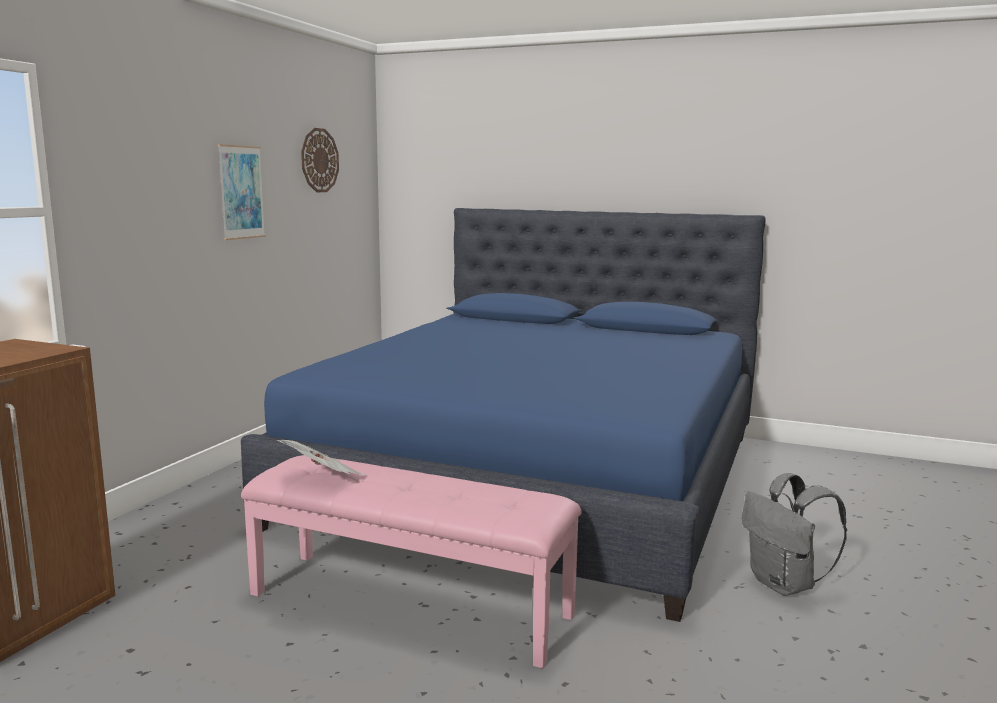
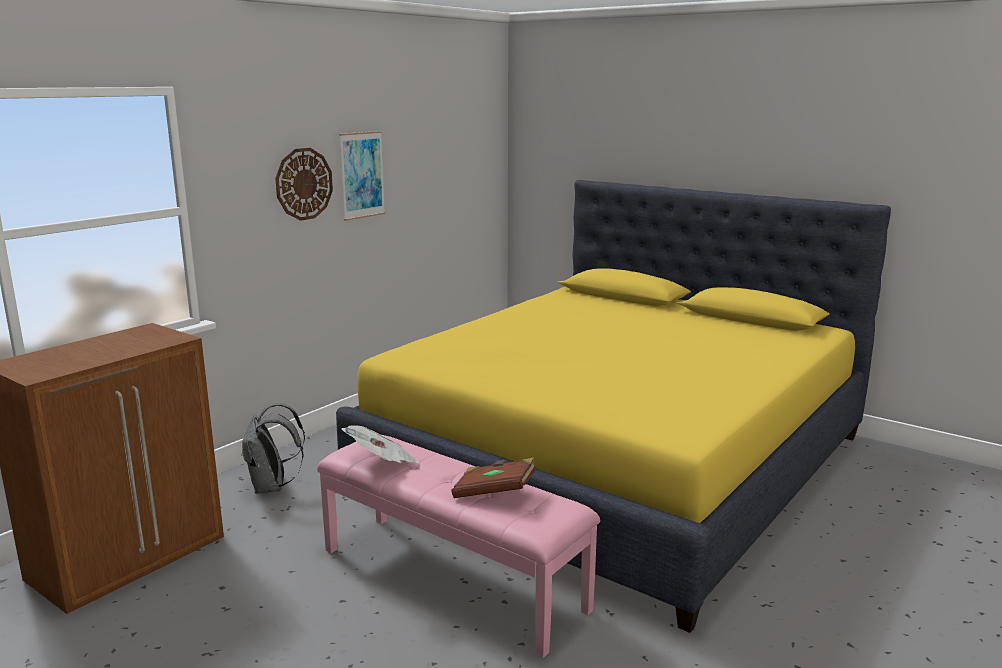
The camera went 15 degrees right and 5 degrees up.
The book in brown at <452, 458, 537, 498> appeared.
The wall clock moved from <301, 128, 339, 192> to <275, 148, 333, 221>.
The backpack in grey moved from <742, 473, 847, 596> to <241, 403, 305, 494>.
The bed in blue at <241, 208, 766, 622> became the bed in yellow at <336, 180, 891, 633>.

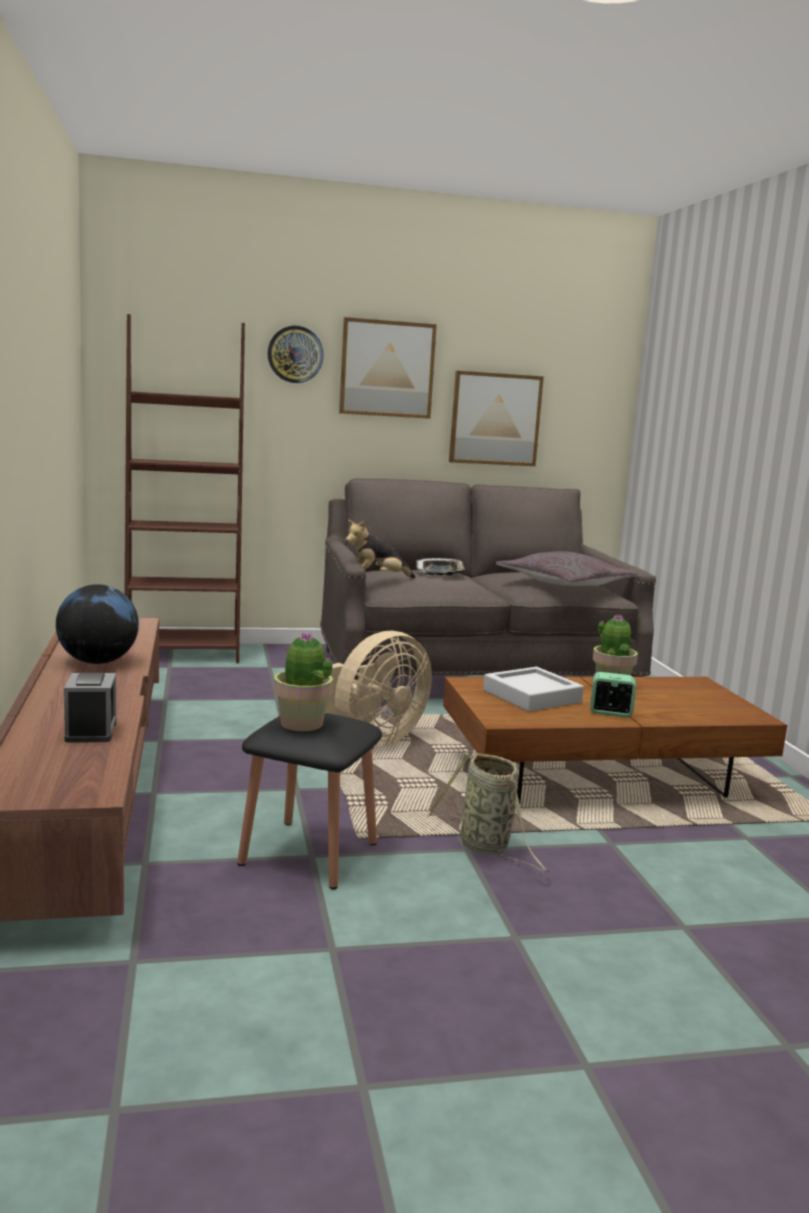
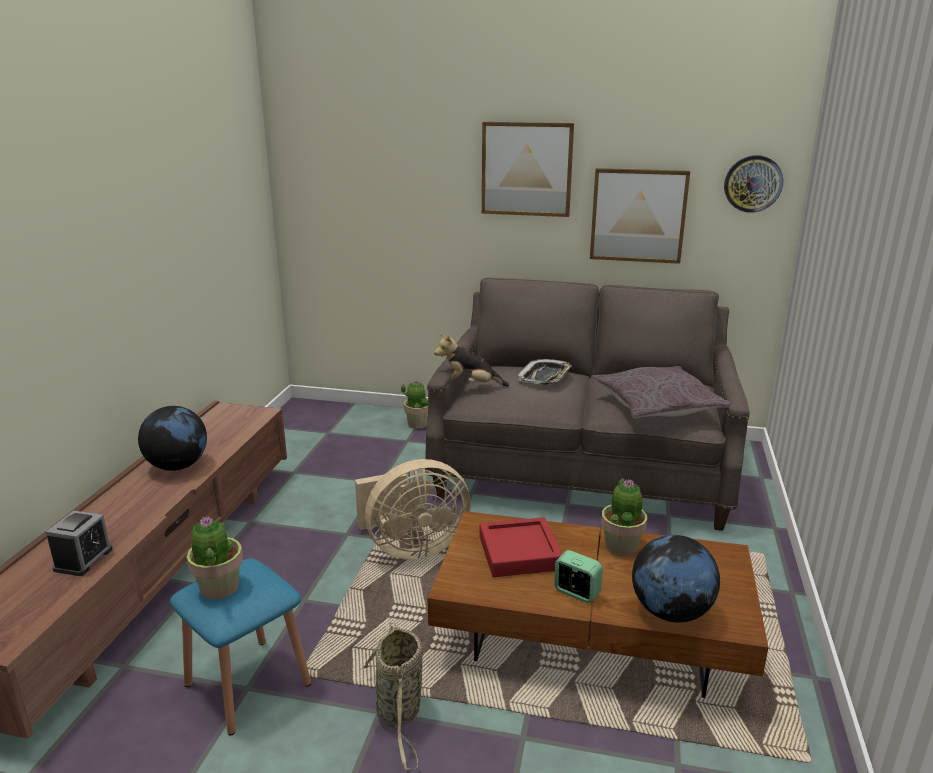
The camera went 25 degrees right and 10 degrees up.
The bookcase in brown at <125, 314, 245, 663> disappeared.
The potted plant at <401, 380, 428, 428> appeared.
The globe at <632, 535, 720, 623> appeared.
The wall clock moved from <267, 326, 324, 383> to <724, 155, 783, 213>.
The stool in black at <237, 713, 382, 889> became the stool in blue at <170, 559, 311, 735>.
The tray in grey at <483, 667, 584, 712> became the tray in red at <480, 517, 562, 577>.

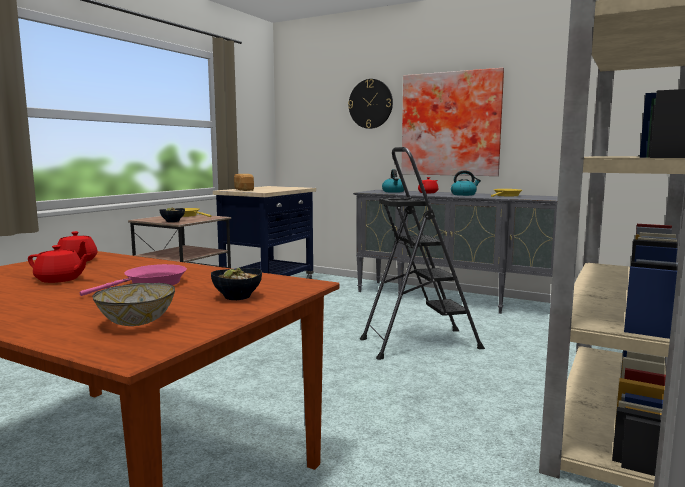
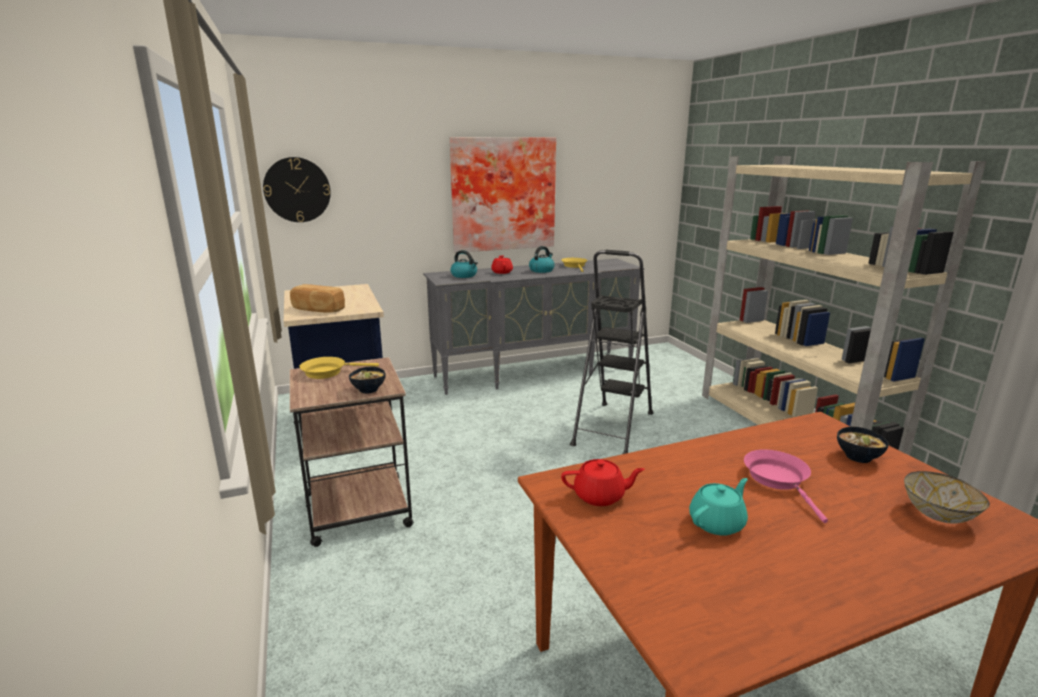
The camera went 50 degrees left and 10 degrees up.
The wall clock moved from <348, 79, 393, 129> to <263, 157, 331, 222>.
The teapot in red at <28, 245, 91, 283> became the teapot in turquoise at <689, 478, 748, 536>.

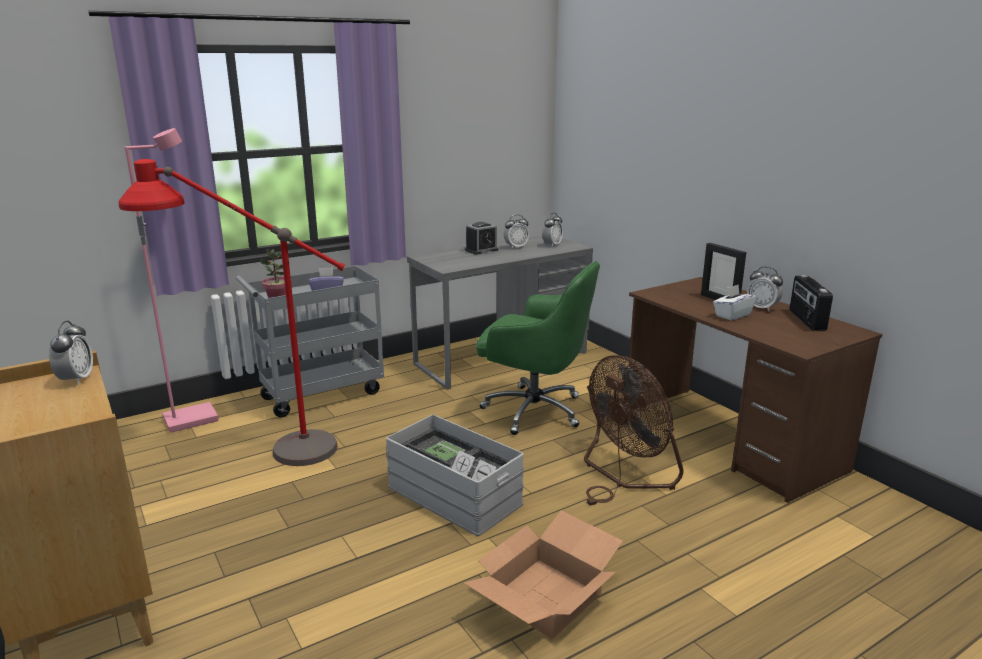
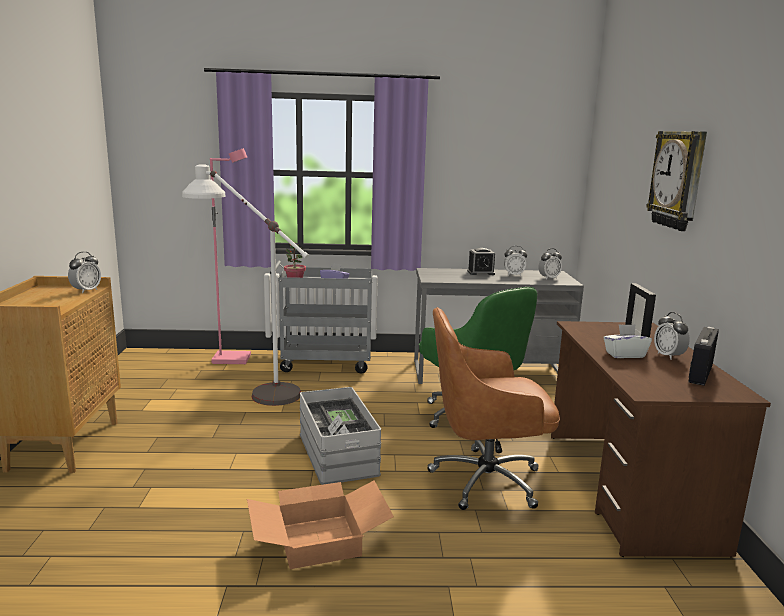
The camera went 30 degrees right and 5 degrees down.
The wall clock at <646, 131, 707, 231> appeared.
The fan in brown at <584, 355, 684, 506> was replaced by the office chair in brown at <428, 307, 560, 510>.
The floor lamp in red at <119, 159, 345, 466> became the floor lamp in white at <182, 165, 309, 406>.

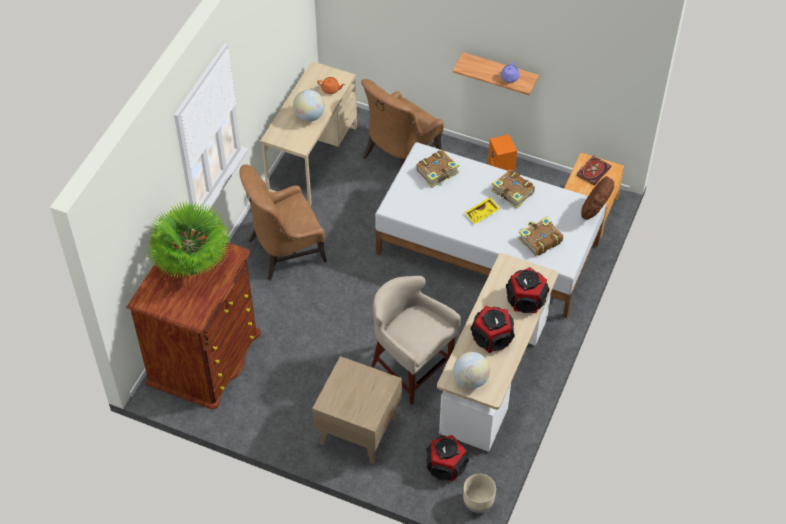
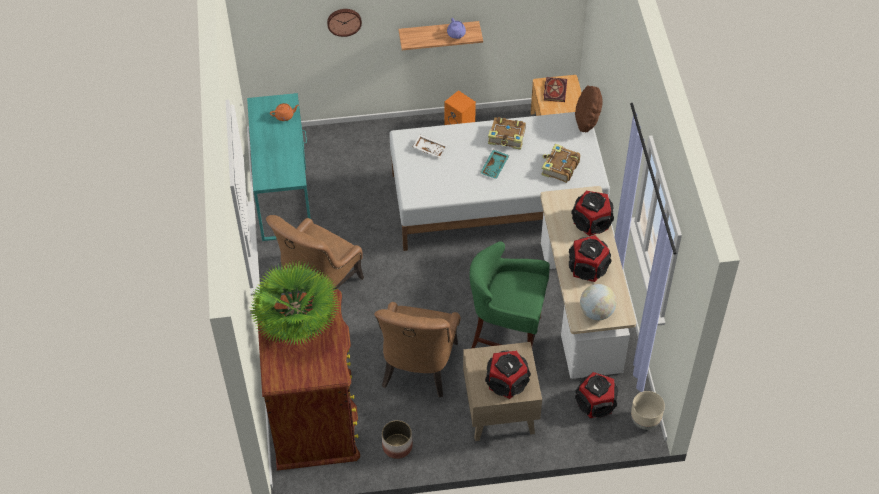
The camera went 30 degrees left and 0 degrees up.
The globe at <293, 90, 325, 122> disappeared.
The wall clock at <327, 9, 362, 37> appeared.
The planter at <382, 420, 413, 459> appeared.
The speaker at <485, 351, 531, 399> appeared.
The chair in brown moved from <361, 79, 444, 169> to <374, 302, 461, 397>.
The book at <416, 150, 459, 188> was replaced by the tray in white at <413, 134, 448, 158>.
The desk in beige at <260, 61, 357, 206> became the desk in turquoise at <247, 93, 311, 241>.
The stool in beige at <371, 276, 461, 405> became the stool in green at <469, 241, 550, 348>.
The tray in yellow at <465, 197, 500, 224> became the tray in turquoise at <480, 150, 509, 179>.

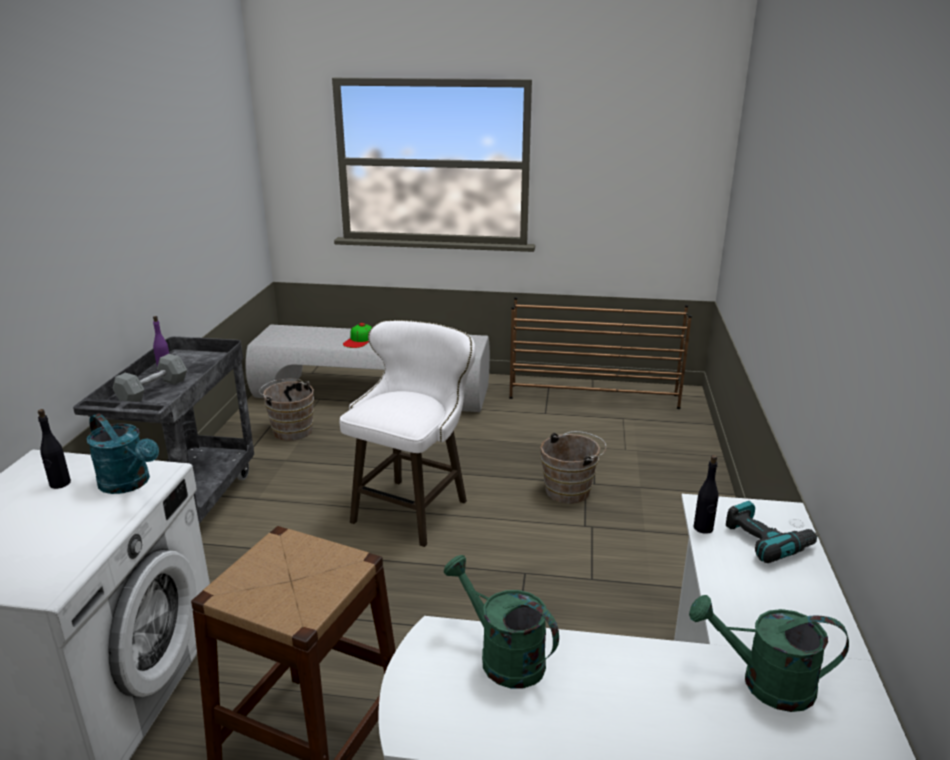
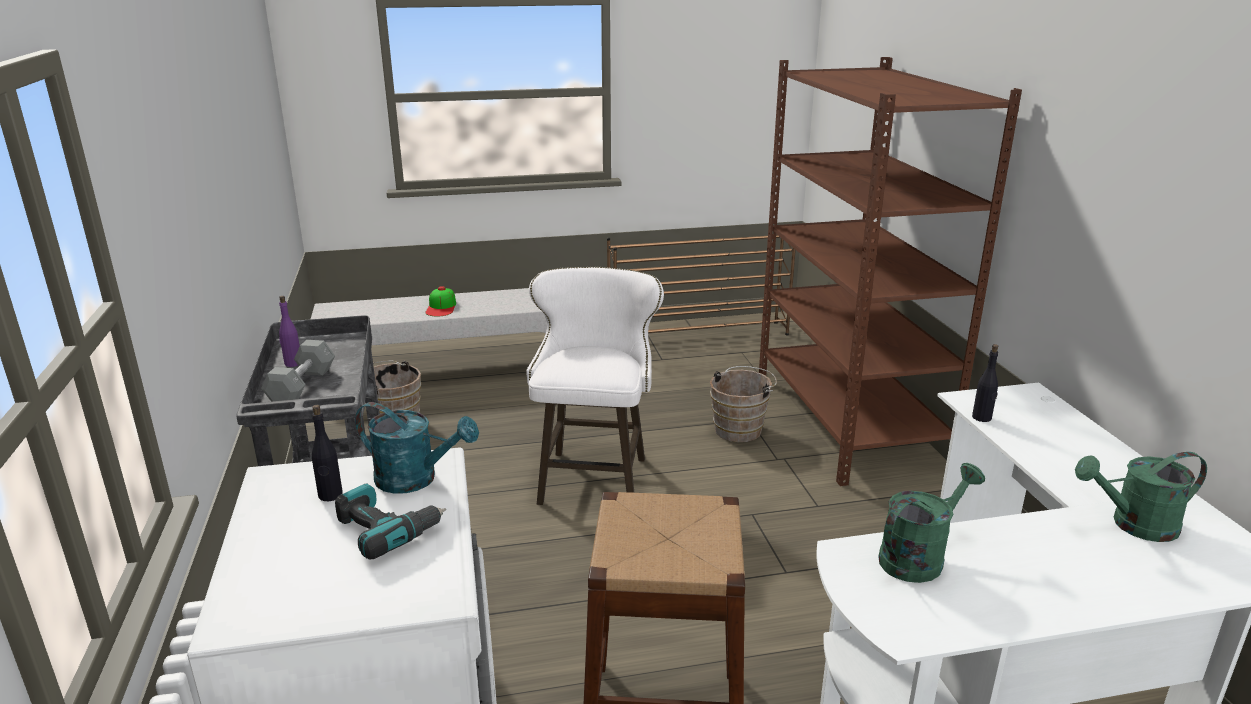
The camera went 20 degrees left and 0 degrees up.
The bookcase in brown at <759, 57, 1022, 486> appeared.
The power drill moved from <726, 501, 819, 563> to <335, 483, 446, 559>.
The watering can in green at <444, 555, 559, 688> turned 120 degrees clockwise.

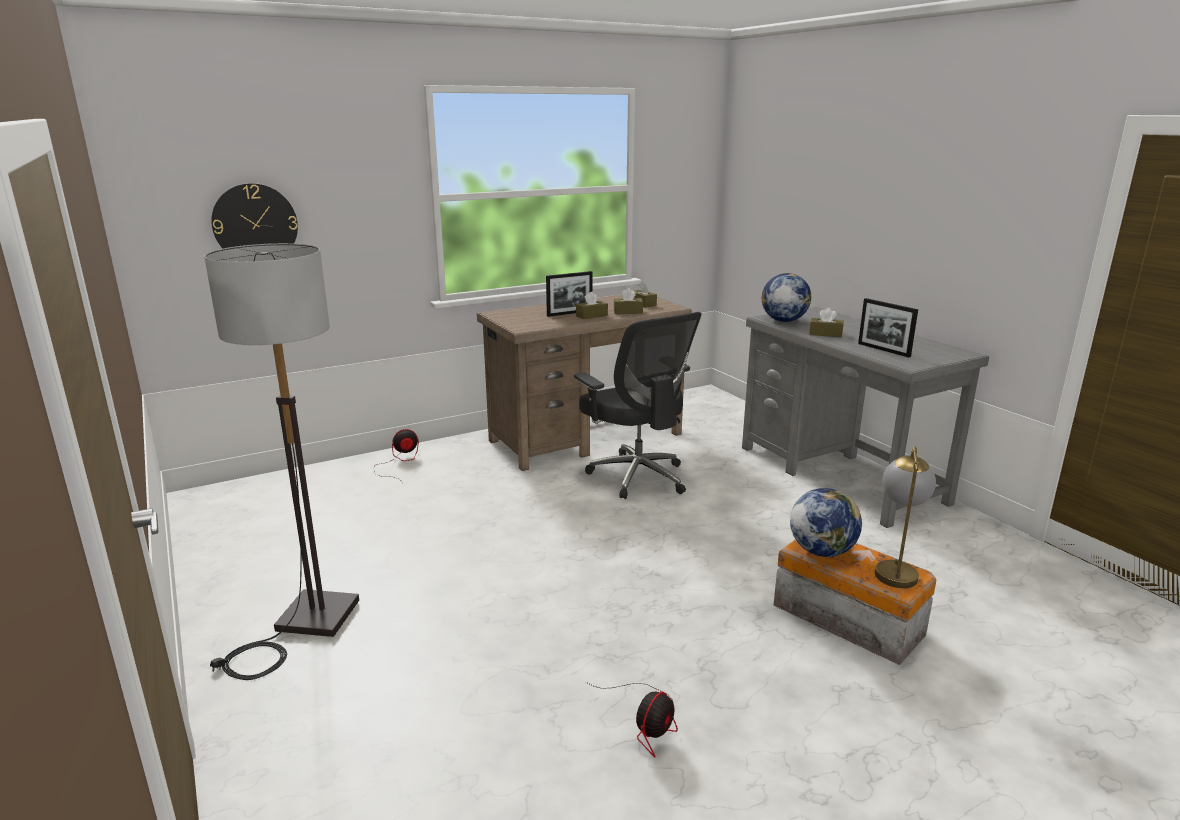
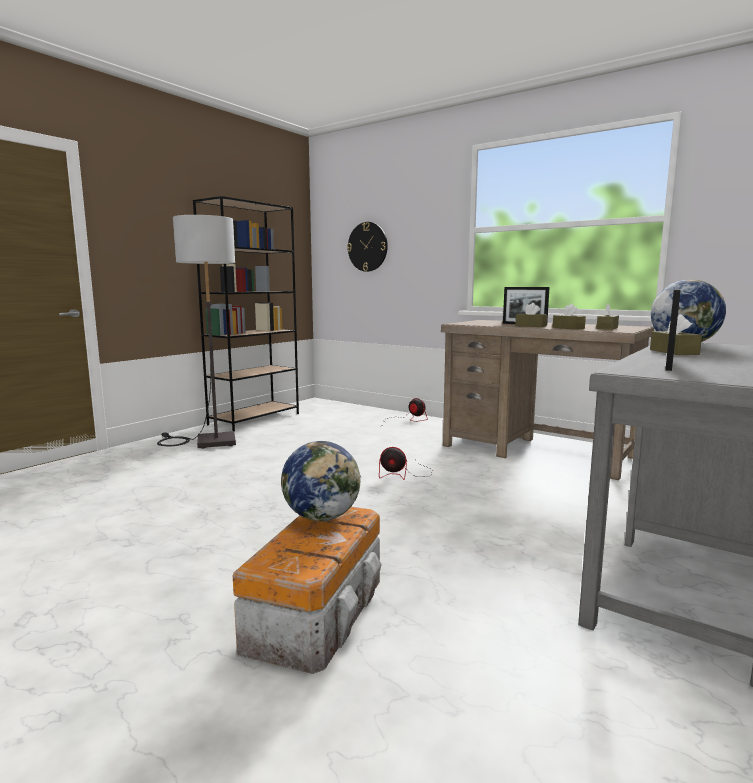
The camera went 65 degrees right and 10 degrees down.
The office chair at <574, 312, 701, 499> disappeared.
The table lamp at <875, 447, 936, 588> disappeared.
The bookcase in beige at <193, 196, 299, 431> appeared.
The fan moved from <586, 682, 678, 758> to <379, 447, 432, 480>.

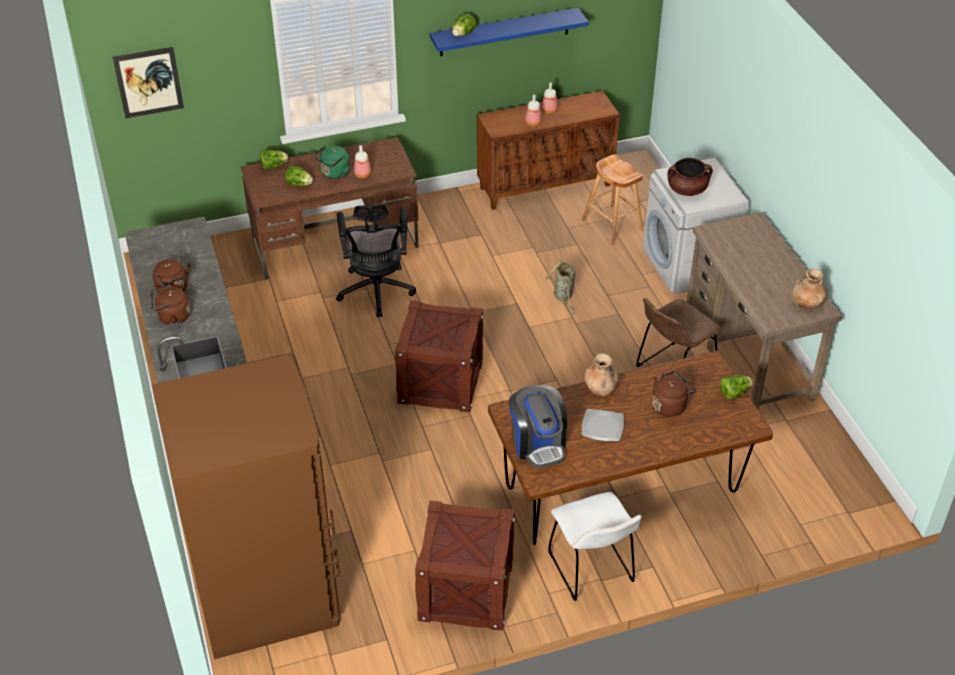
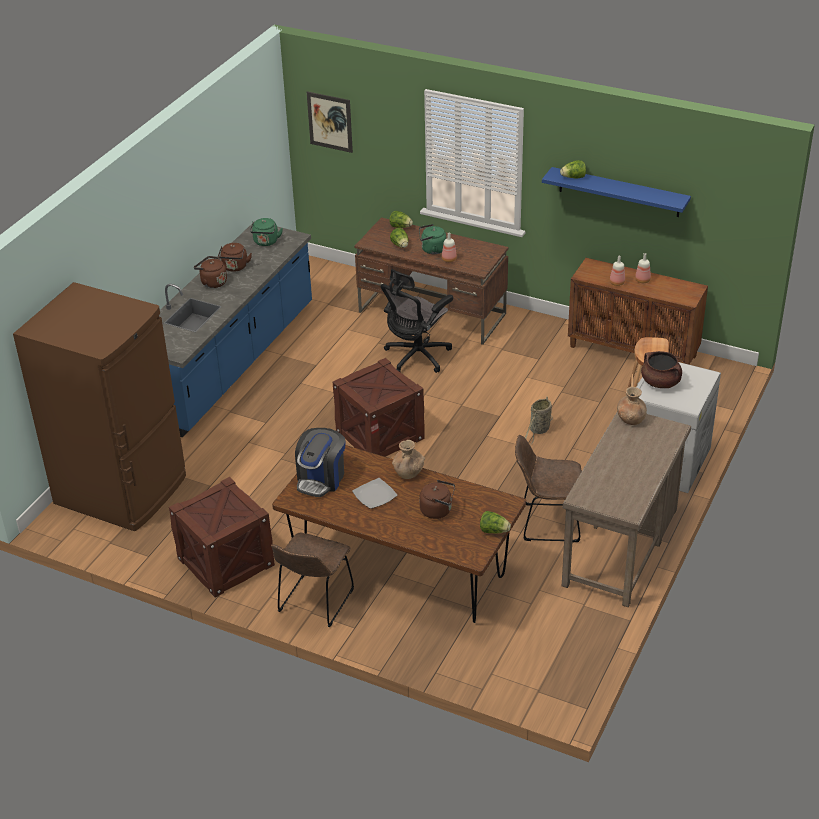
The camera went 45 degrees right and 5 degrees down.
The kettle in green at <250, 218, 283, 246> appeared.
The vase in brown moved from <792, 269, 827, 309> to <617, 387, 647, 425>.
The chair in white at <548, 492, 642, 601> became the chair in brown at <271, 533, 354, 627>.

